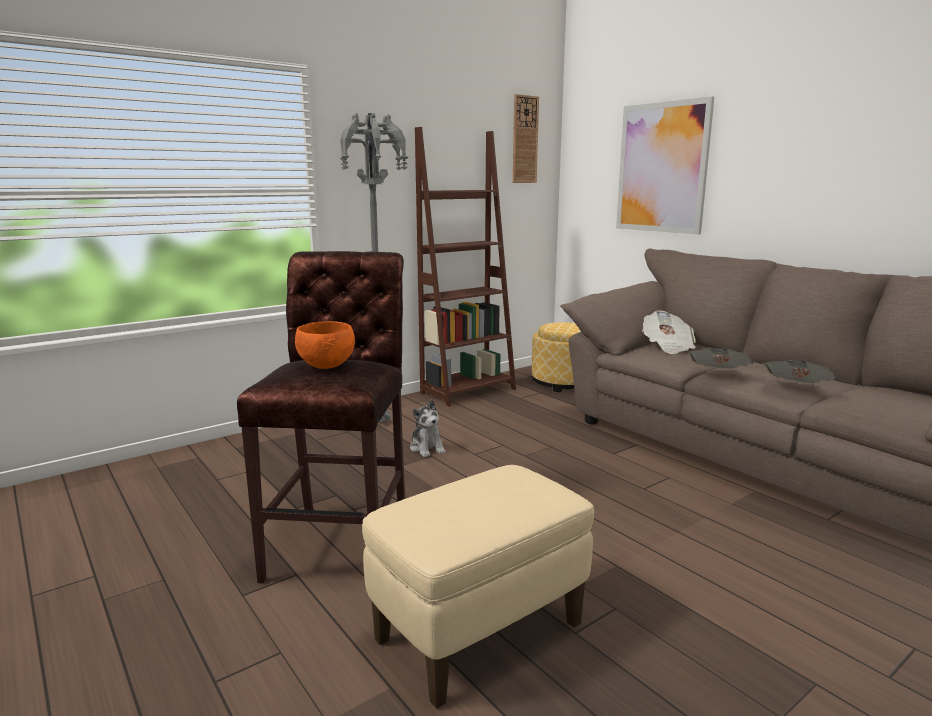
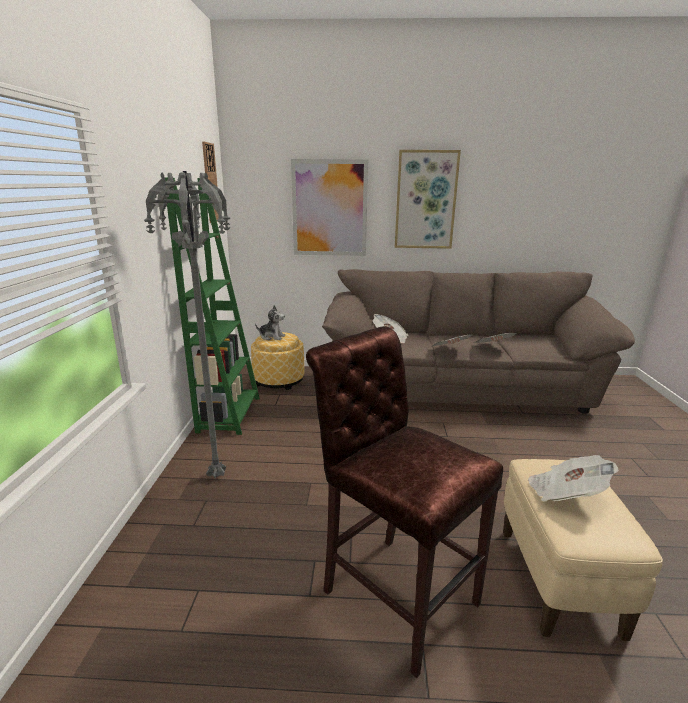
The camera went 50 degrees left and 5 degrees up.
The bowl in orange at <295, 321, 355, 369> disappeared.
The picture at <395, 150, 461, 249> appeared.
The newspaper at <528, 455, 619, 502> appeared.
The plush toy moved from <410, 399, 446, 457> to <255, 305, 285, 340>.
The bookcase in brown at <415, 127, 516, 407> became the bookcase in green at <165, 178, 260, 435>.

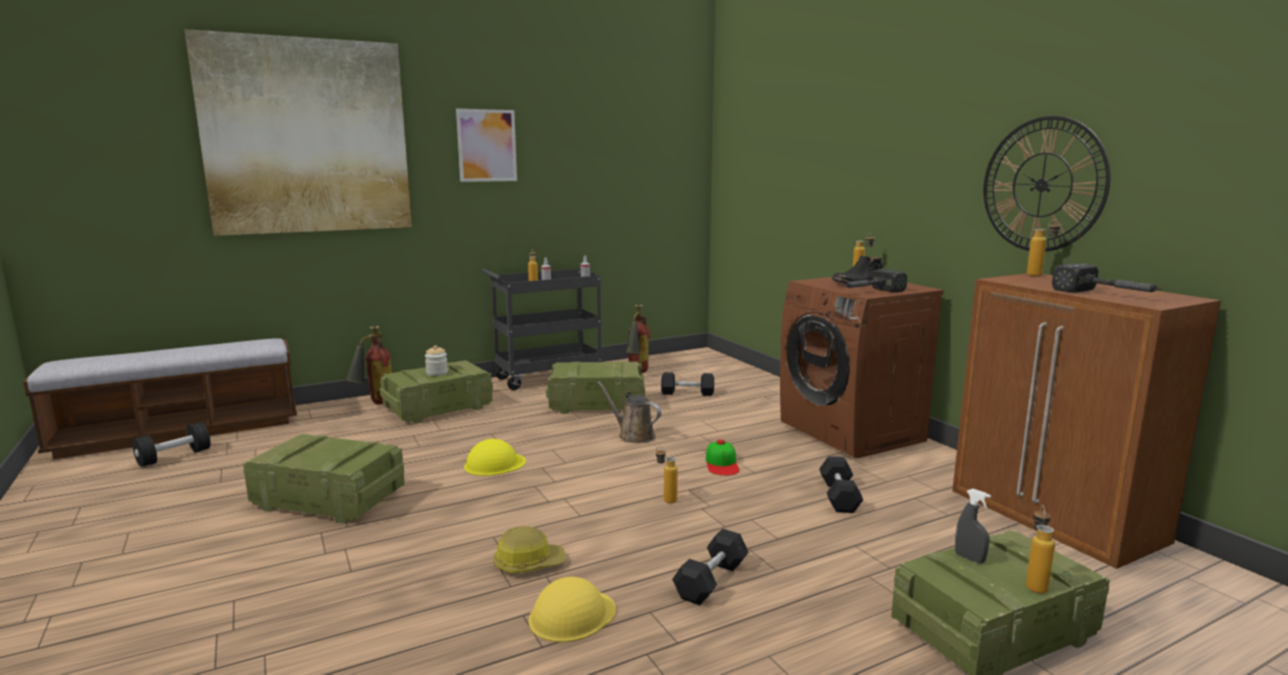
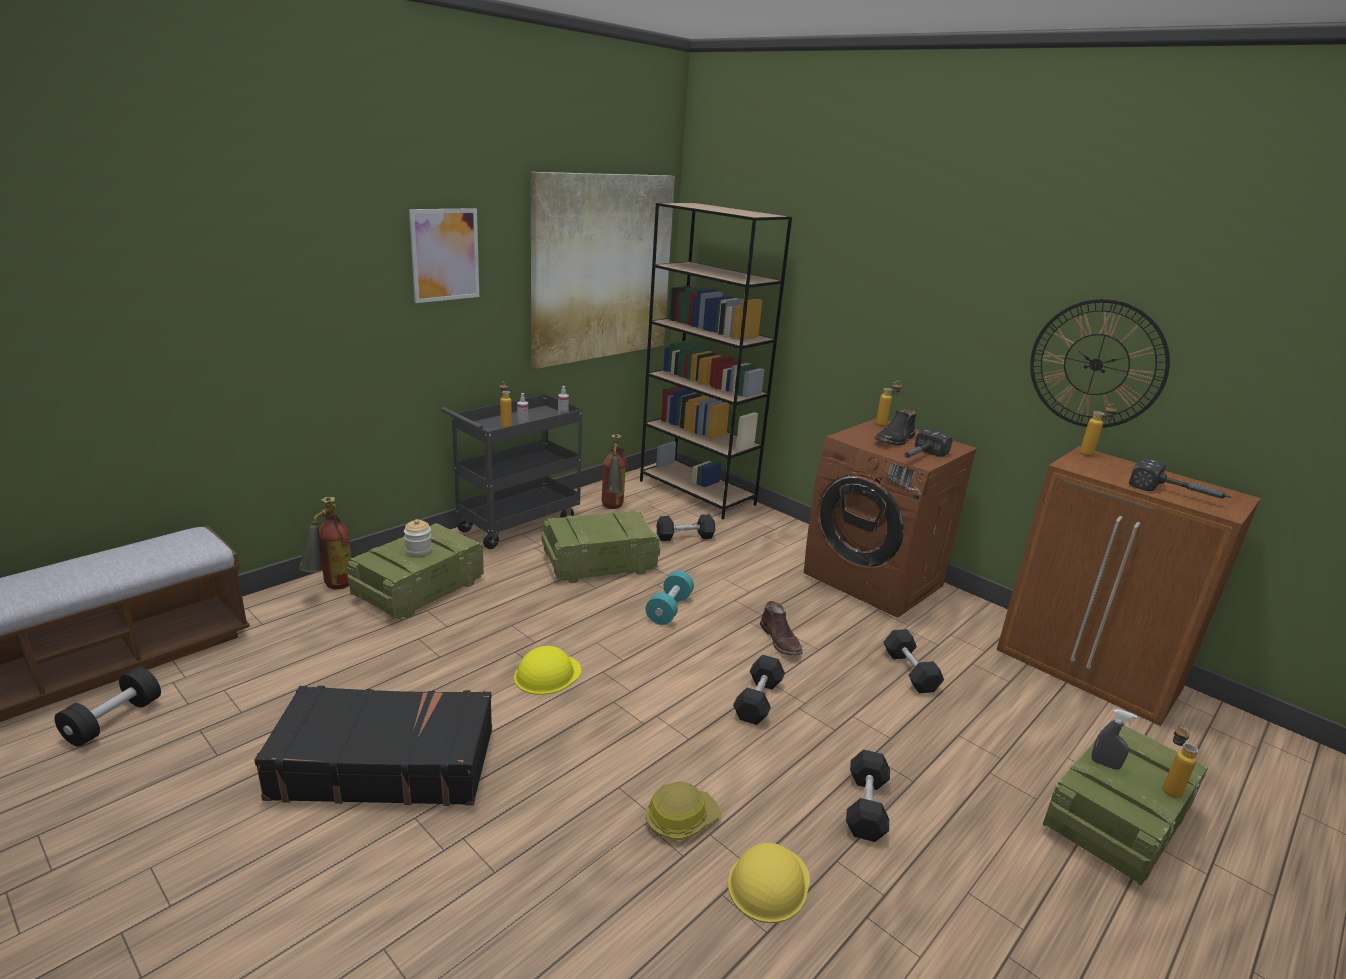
The camera went 20 degrees left and 10 degrees up.
The bookcase in beige at <640, 203, 792, 519> appeared.
The picture moved from <184, 29, 412, 236> to <531, 172, 675, 369>.
The crate at <243, 434, 405, 523> was replaced by the suitcase in black at <254, 686, 492, 806>.
The watering can in brown at <597, 381, 661, 443> was replaced by the dumbbell in turquoise at <646, 571, 694, 625>.
The bottle at <656, 446, 678, 503> was replaced by the dumbbell in black at <733, 655, 785, 725>.
The cap at <706, 440, 740, 476> was replaced by the boot in brown at <760, 601, 803, 656>.

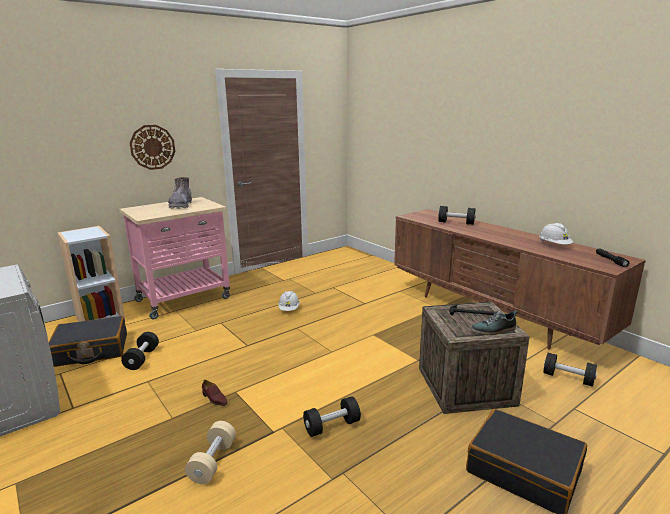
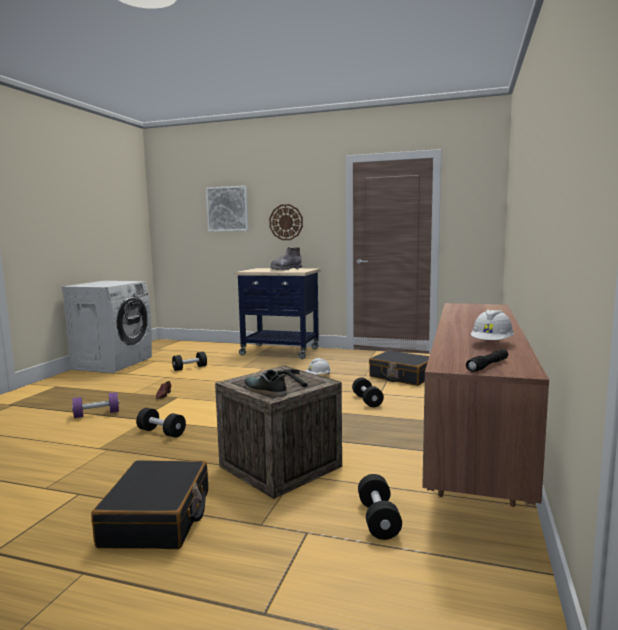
The camera went 55 degrees right and 10 degrees down.
The bookcase at <57, 226, 126, 322> disappeared.
The picture at <206, 186, 248, 232> appeared.
The suitcase in black moved from <49, 316, 127, 367> to <369, 350, 429, 386>.
The dumbbell in black moved from <438, 206, 476, 225> to <352, 377, 384, 408>.
The cart in pink at <119, 197, 230, 319> became the cart in blue at <235, 268, 320, 359>.
The dumbbell in beige at <185, 421, 236, 484> became the dumbbell in purple at <72, 392, 119, 418>.

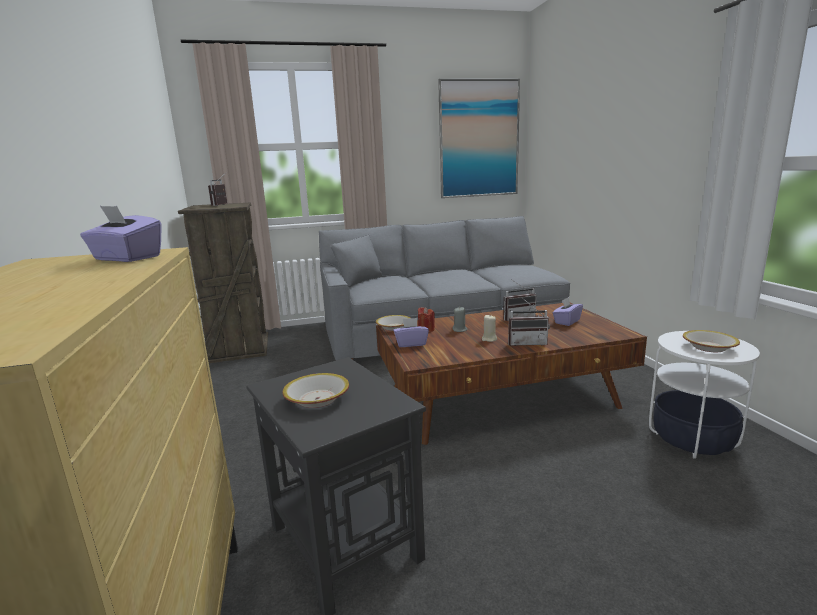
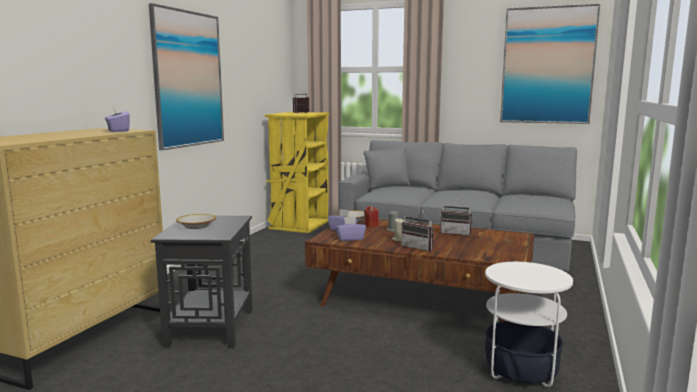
The camera went 35 degrees right and 5 degrees down.
The bowl at <683, 330, 740, 352> disappeared.
The picture at <149, 3, 224, 150> appeared.
The tissue box in purple moved from <553, 297, 583, 326> to <335, 217, 366, 241>.
The bookcase in brown at <178, 203, 268, 363> became the bookcase in yellow at <265, 112, 330, 233>.

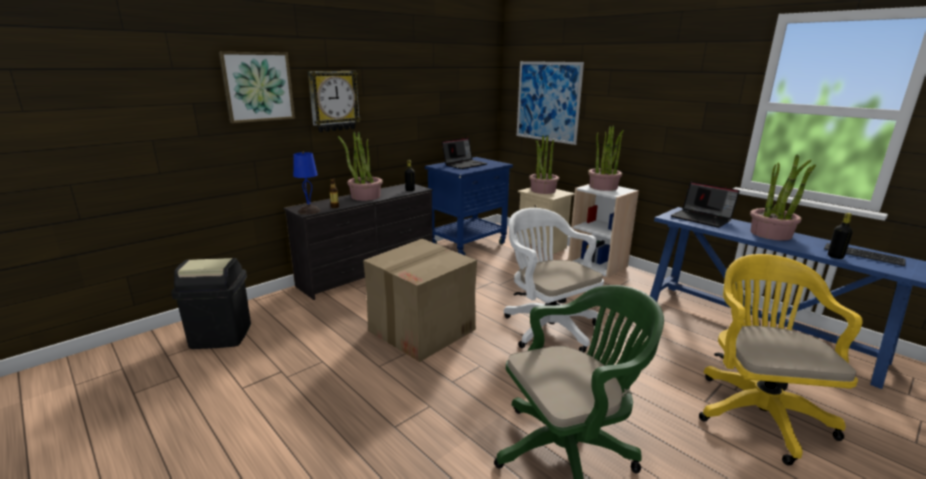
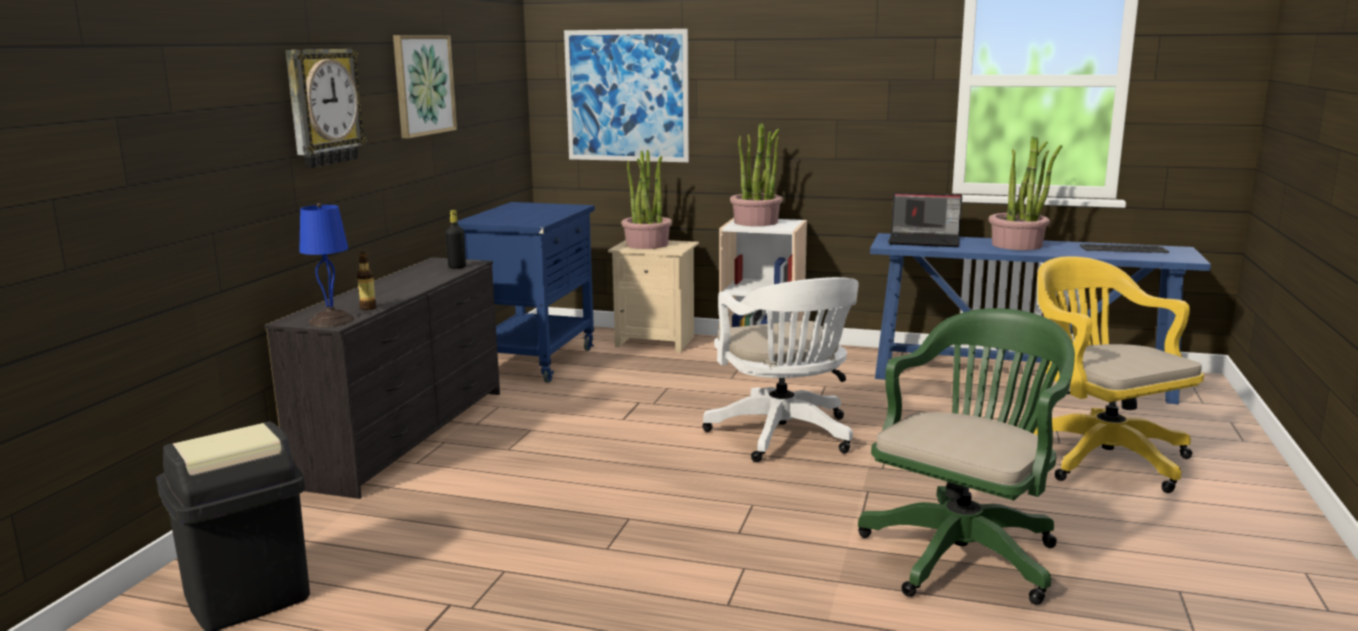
The camera went 30 degrees left and 5 degrees down.
The potted plant at <338, 132, 383, 201> disappeared.
The cardboard box at <363, 239, 477, 362> disappeared.
The laptop at <442, 138, 488, 169> disappeared.
The bottle in black at <828, 213, 853, 259> disappeared.
The picture moved from <219, 52, 295, 123> to <393, 35, 457, 139>.
The office chair in white at <504, 208, 604, 353> turned 135 degrees counterclockwise.

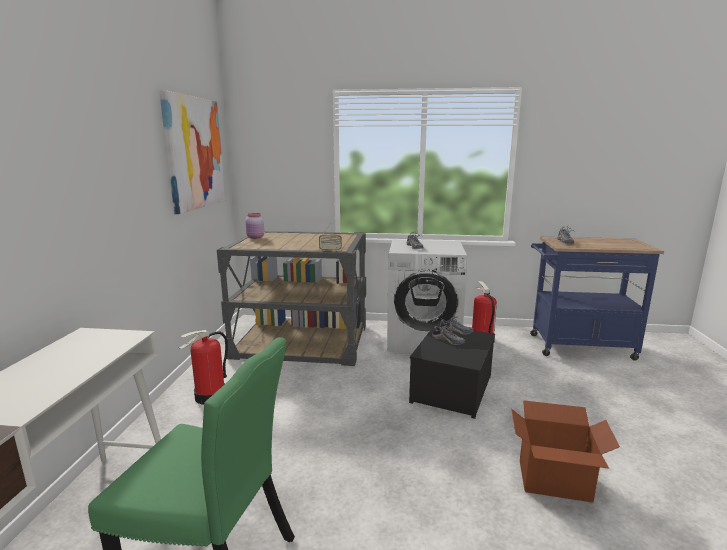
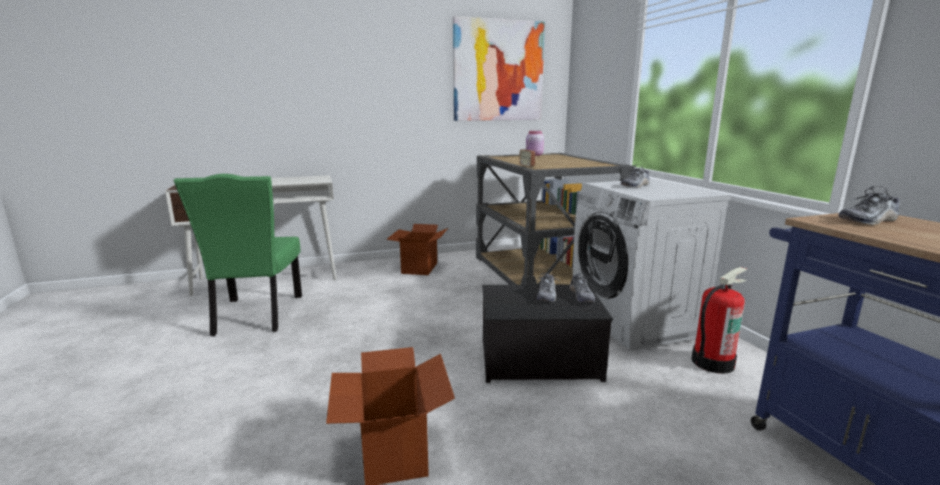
The camera went 65 degrees right and 0 degrees up.
The fire extinguisher at <179, 330, 228, 404> was replaced by the cardboard box at <386, 224, 448, 275>.

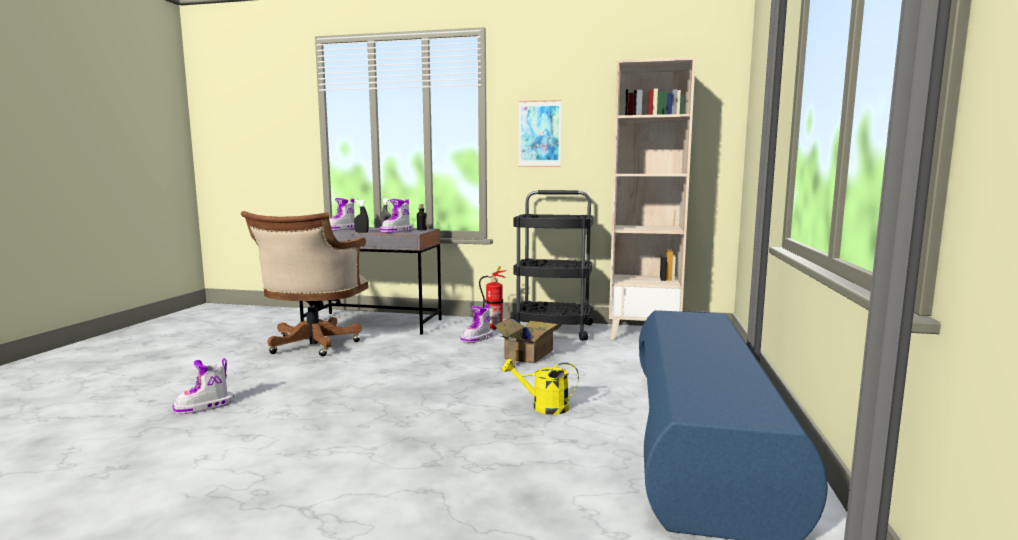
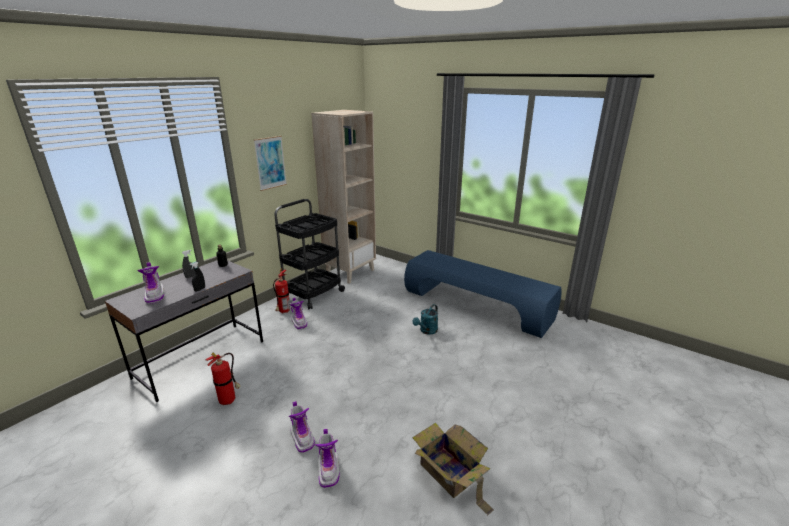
The camera went 65 degrees left and 15 degrees up.
The boot moved from <379, 199, 413, 233> to <288, 401, 315, 453>.
The cardboard box moved from <495, 319, 561, 370> to <412, 423, 494, 515>.
The office chair at <241, 211, 369, 356> was replaced by the fire extinguisher at <205, 353, 240, 405>.
The watering can in yellow at <502, 359, 579, 415> became the watering can in turquoise at <413, 304, 438, 335>.

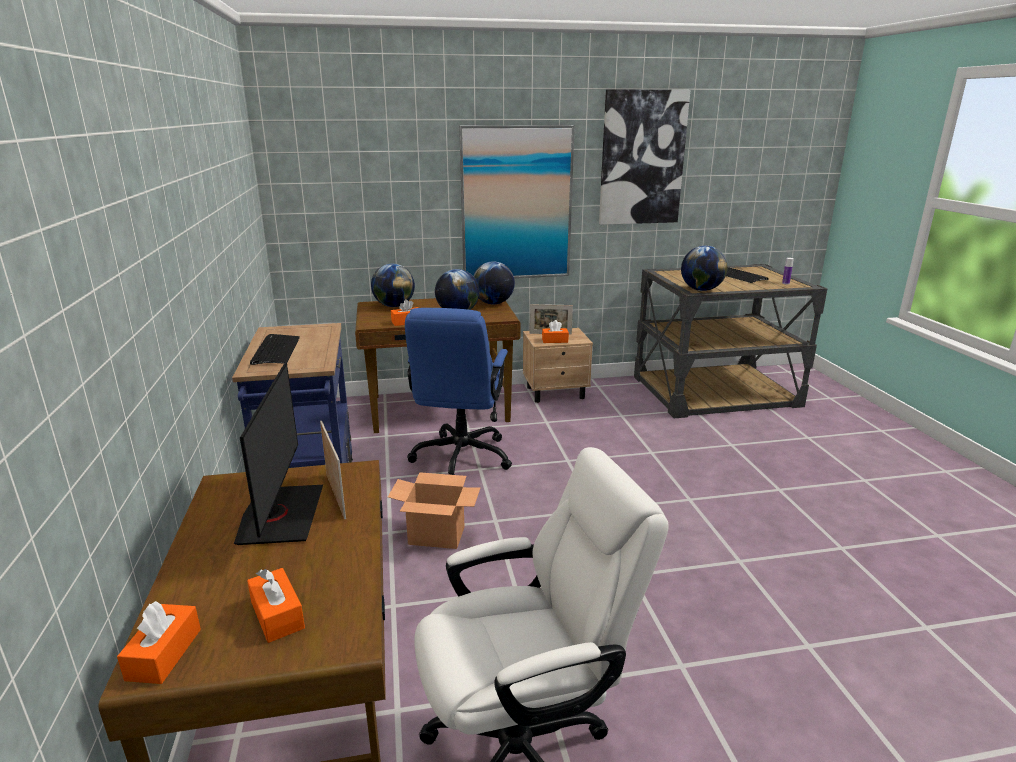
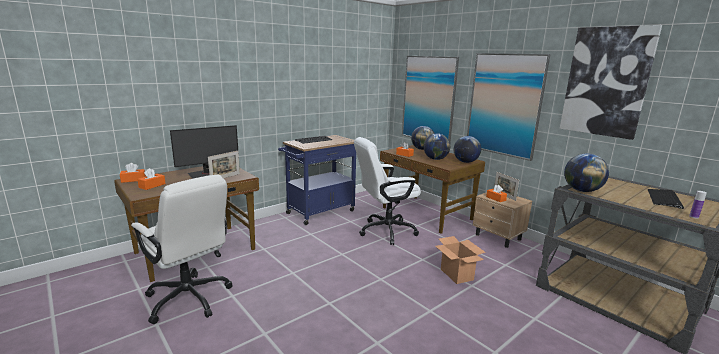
The camera went 60 degrees right and 5 degrees down.
The picture at <402, 56, 459, 143> appeared.
The cardboard box moved from <388, 472, 480, 549> to <435, 236, 486, 284>.
The office chair in blue at <405, 308, 512, 475> became the office chair in white at <354, 137, 421, 245>.

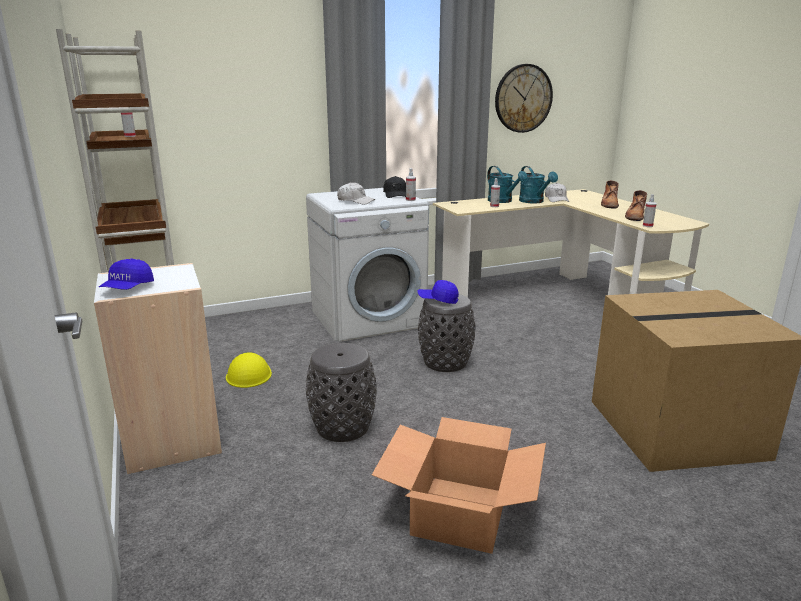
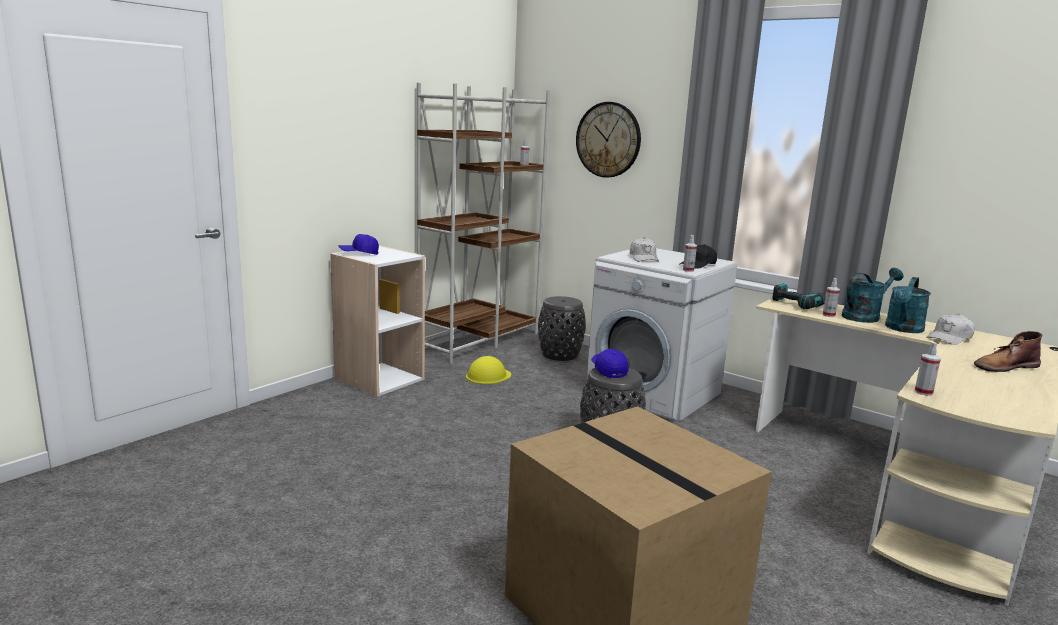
The camera went 60 degrees right and 5 degrees down.
The cardboard box at <372, 417, 546, 554> disappeared.
The boot in brown at <625, 190, 647, 221> disappeared.
The power drill at <772, 284, 826, 309> appeared.
The stool in grey moved from <306, 343, 377, 442> to <538, 296, 586, 361>.
The wall clock moved from <495, 64, 553, 133> to <576, 102, 641, 178>.
The watering can in turquoise at <487, 166, 528, 203> turned 150 degrees counterclockwise.

